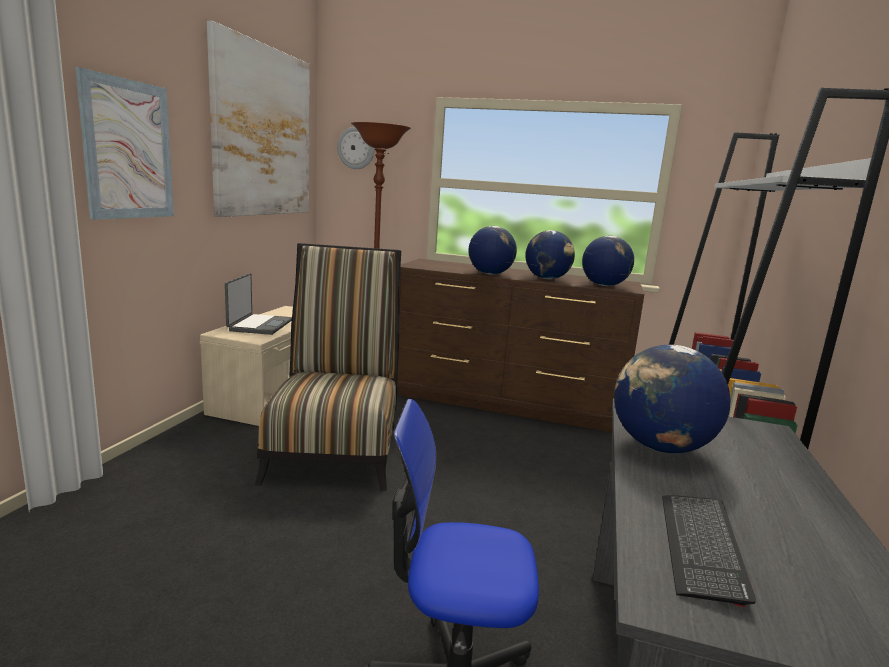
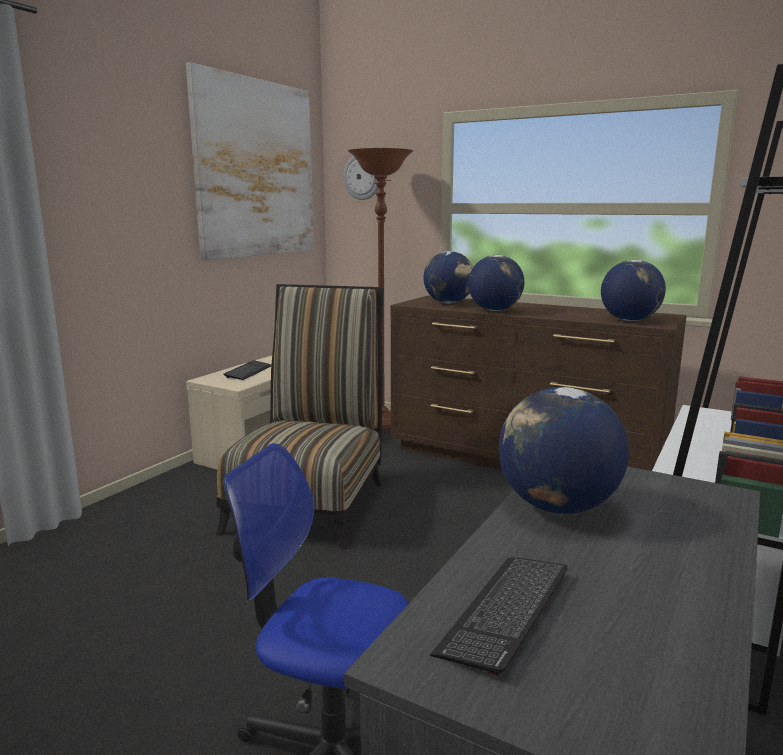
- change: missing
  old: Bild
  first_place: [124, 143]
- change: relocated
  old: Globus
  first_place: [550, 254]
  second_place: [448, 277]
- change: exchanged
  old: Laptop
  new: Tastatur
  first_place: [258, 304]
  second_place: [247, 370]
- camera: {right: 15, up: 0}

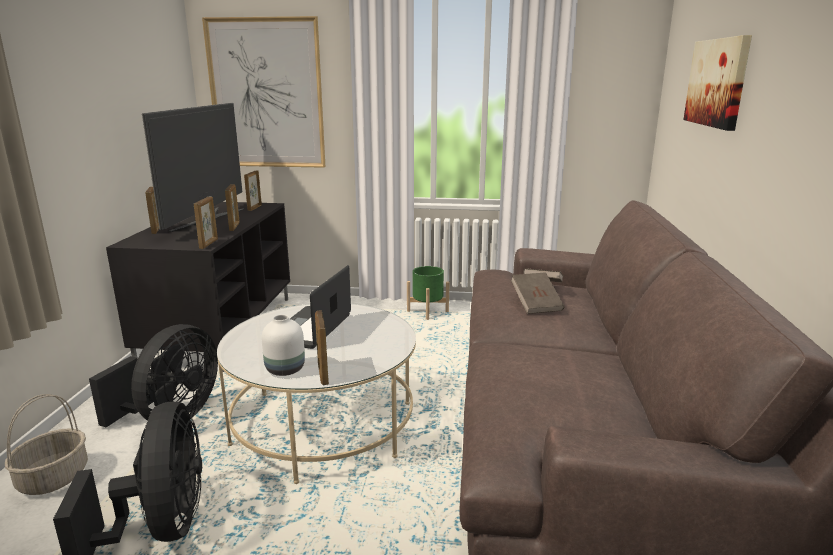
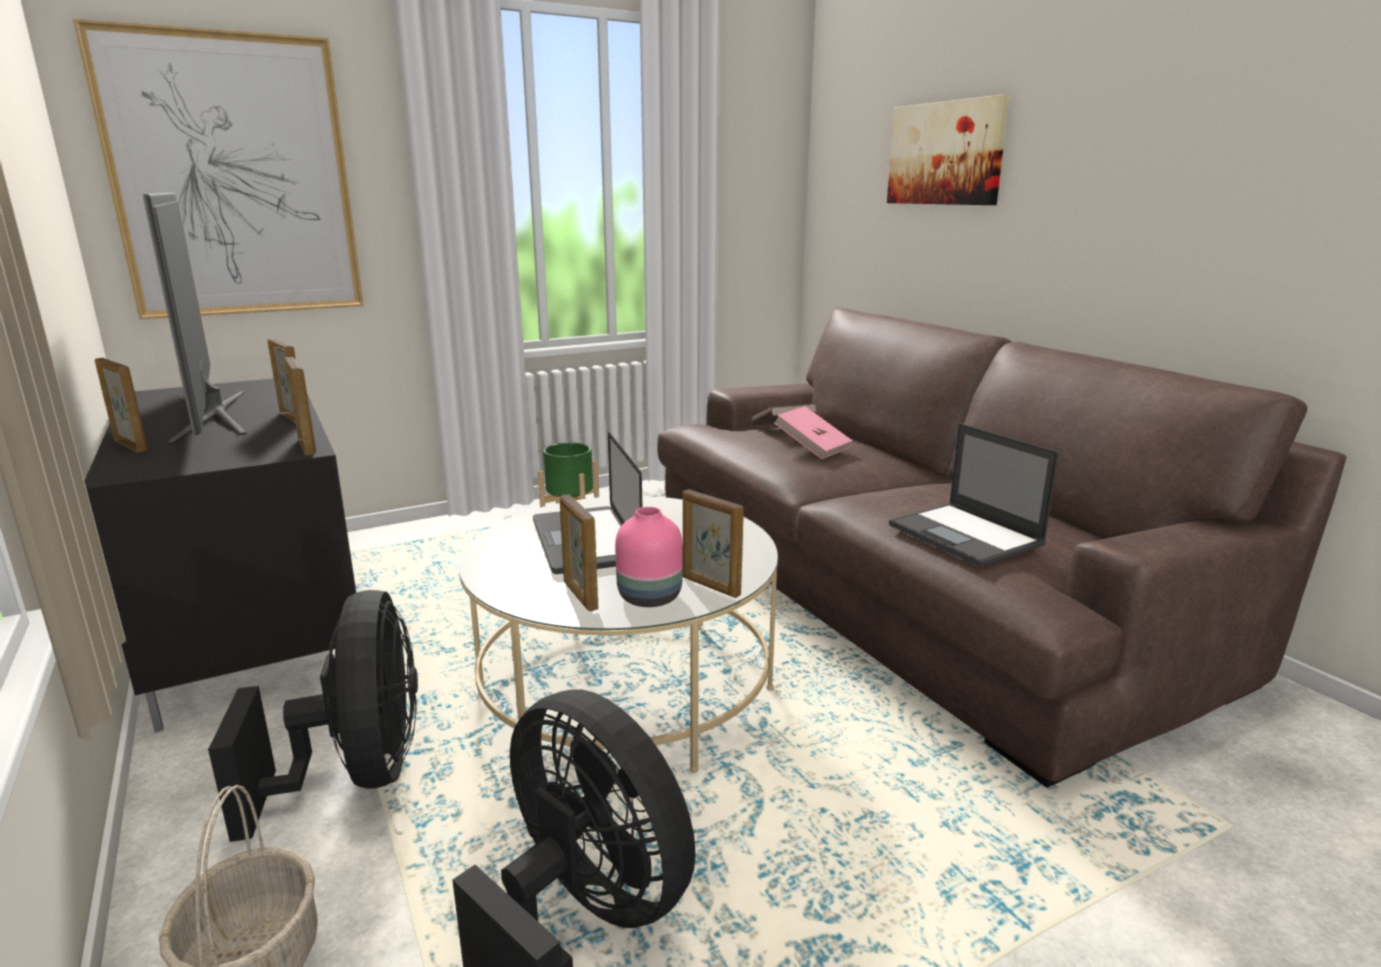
- change: appeared
  new: Laptop
  second_place: [974, 495]
- change: relocated
  old: Bilderrahmen
  first_place: [253, 190]
  second_place: [579, 552]
- change: colour
  old: Vase (weiß)
  new: Vase (rosa)
  first_place: [283, 345]
  second_place: [649, 557]
- change: colour
  old: Buch (braun)
  new: Buch (rosa)
  first_place: [537, 293]
  second_place: [813, 432]
- camera: {right: -35, up: 0}

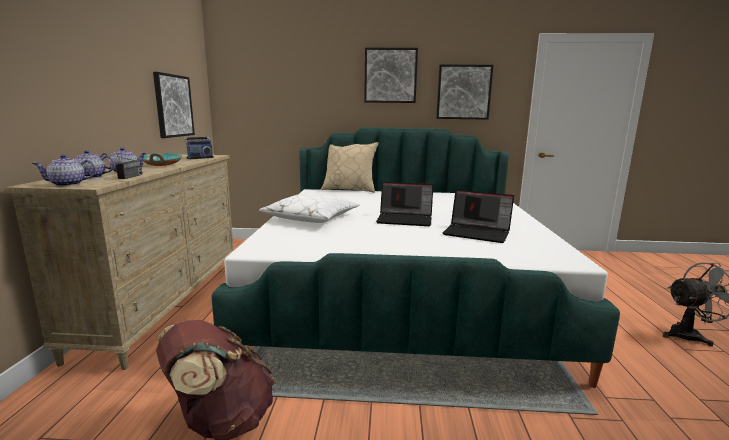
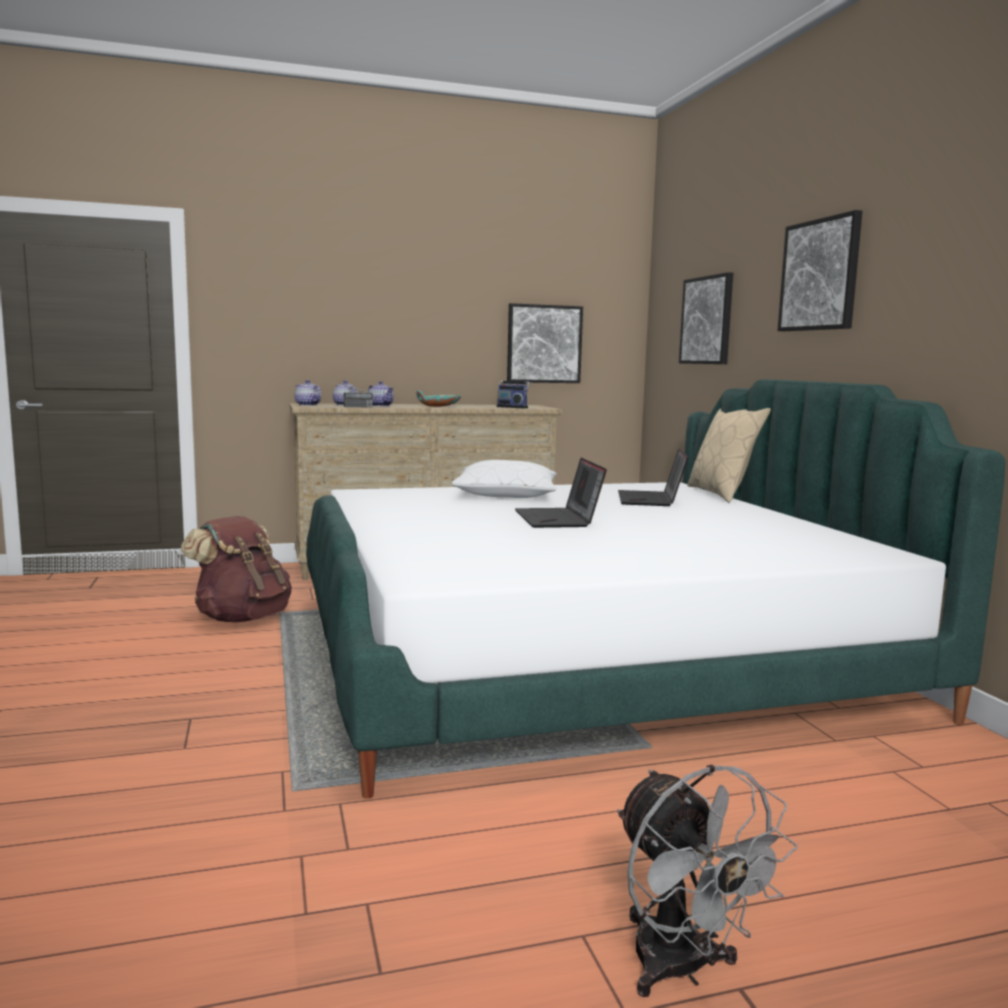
- change: relocated
  old: Bild
  first_place: [464, 92]
  second_place: [706, 318]
- change: relocated
  old: Laptop
  first_place: [478, 216]
  second_place: [653, 477]
- camera: {right: 70, up: -5}

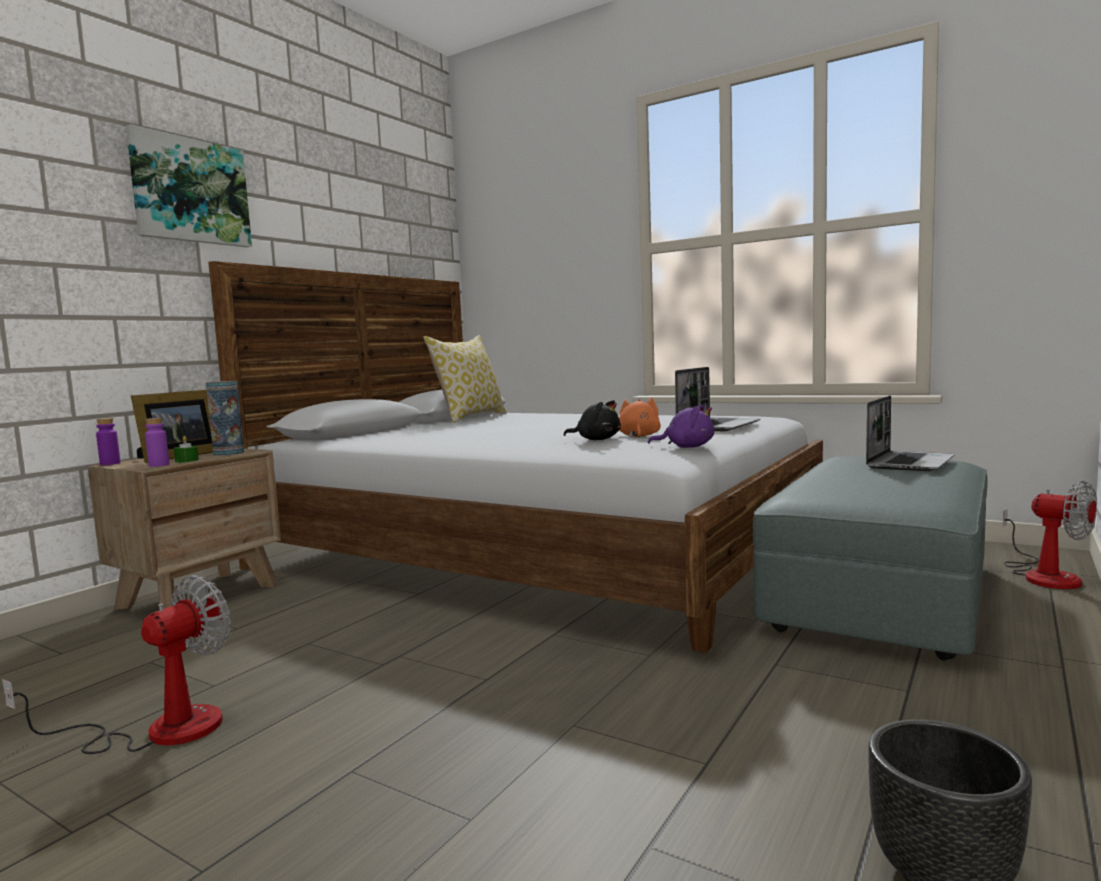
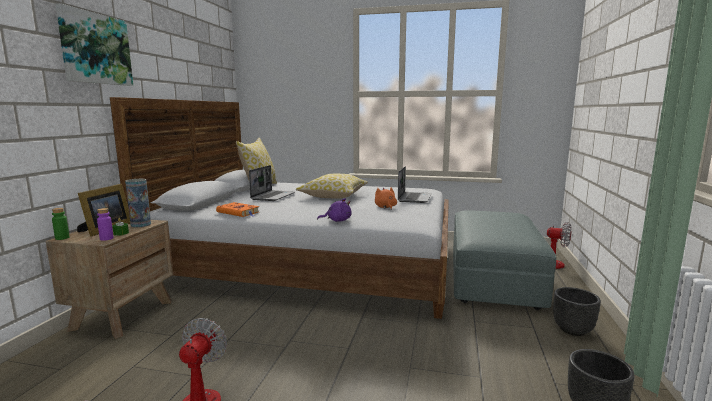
- change: missing
  old: Plüschtier (schwarz)
  first_place: [592, 420]
- change: appeared
  new: Buch (orange)
  second_place: [237, 209]
- change: appeared
  new: Kissen
  second_place: [332, 186]
- change: appeared
  new: Pflanzkübel (schwarz)
  second_place: [577, 311]
- change: relocated
  old: Plüschtier (lila)
  first_place: [681, 426]
  second_place: [334, 210]
- change: relocated
  old: Laptop
  first_place: [910, 433]
  second_place: [272, 183]
- change: colour
  old: Flasche (lila)
  new: Flasche (grün)
  first_place: [108, 441]
  second_place: [60, 224]
- camera: {right: -20, up: 5}

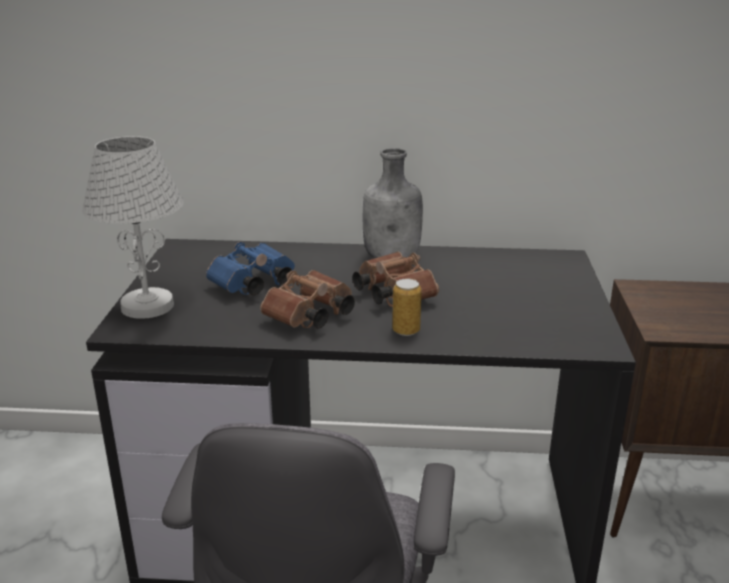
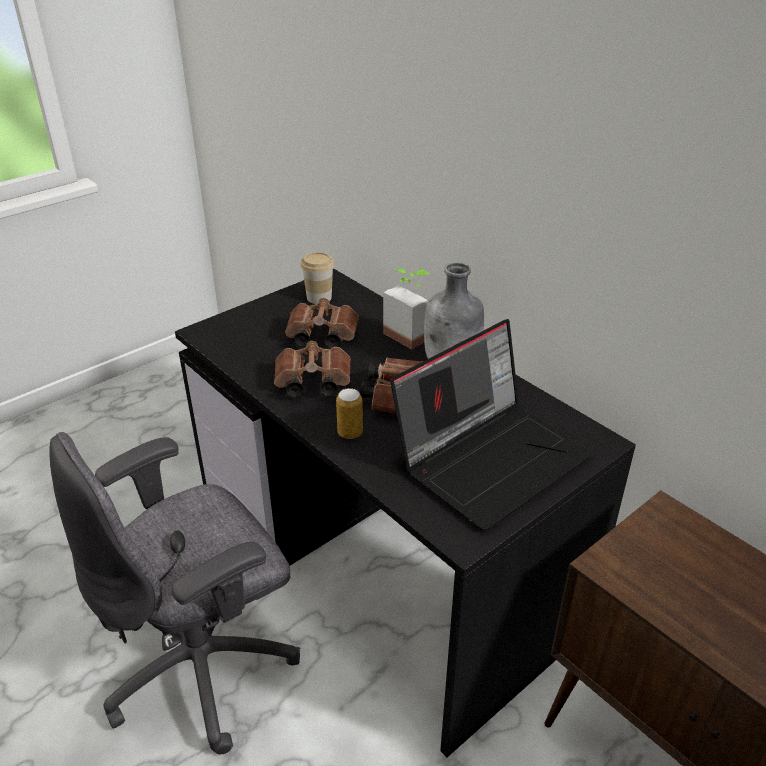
- change: missing
  old: Tischlampe (weiß)
  first_place: [133, 227]
- change: appeared
  new: Tasse
  second_place: [317, 278]
- change: appeared
  new: Topfpflanze
  second_place: [406, 309]
- change: appeared
  new: Laptop
  second_place: [492, 425]
- change: colour
  old: Fernglas (blau)
  new: Fernglas (braun)
  first_place: [250, 268]
  second_place: [322, 323]
- camera: {right: 45, up: 10}

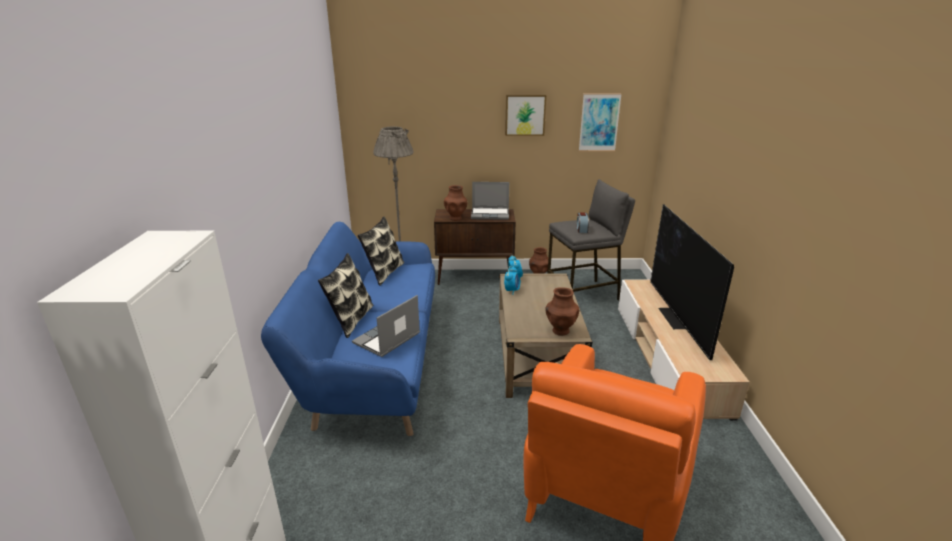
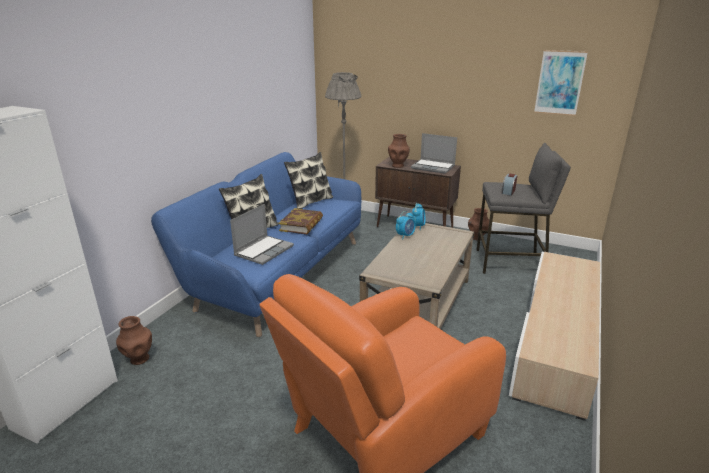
- change: missing
  old: Bild
  first_place: [525, 115]
- change: missing
  old: Fernseher
  first_place: [692, 282]
- change: appeared
  new: Buch
  second_place: [301, 221]
- change: relocated
  old: Vase (braun)
  first_place: [562, 311]
  second_place: [134, 340]
- change: spun
  old: Laptop
  first_place: [386, 326]
  second_place: [262, 234]
  degrees: 150
- camera: {right: 25, up: 0}

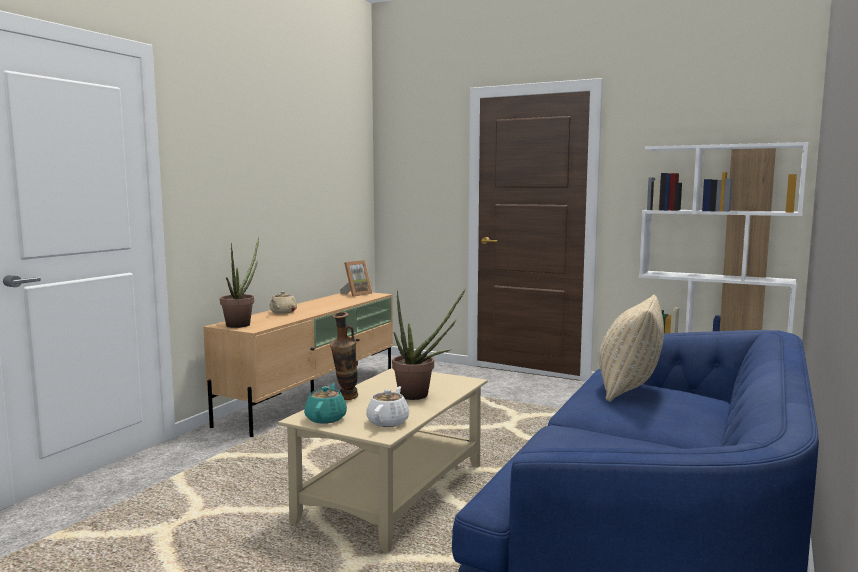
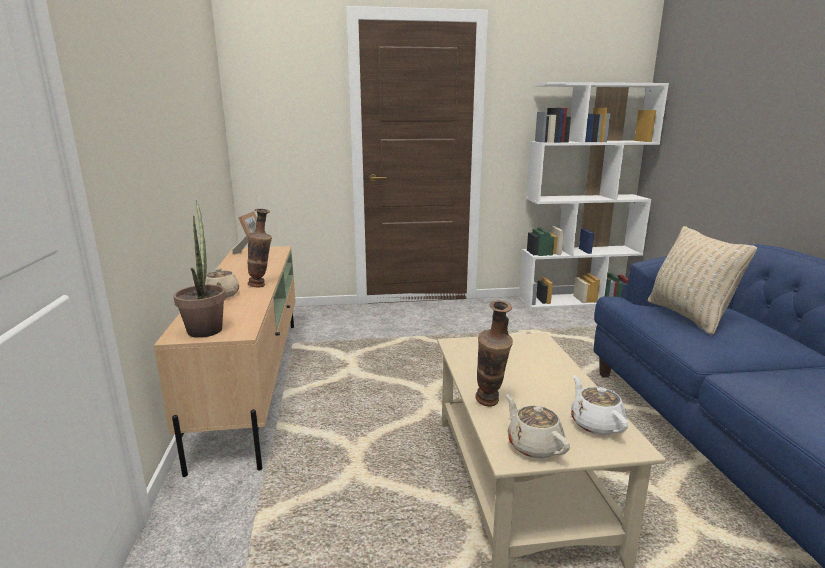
- change: missing
  old: Topfpflanze
  first_place: [429, 344]
- change: appeared
  new: Vase
  second_place: [260, 248]
- change: colour
  old: Teekanne (türkis)
  new: Teekanne (beige)
  first_place: [325, 403]
  second_place: [538, 426]
- camera: {right: -35, up: 10}

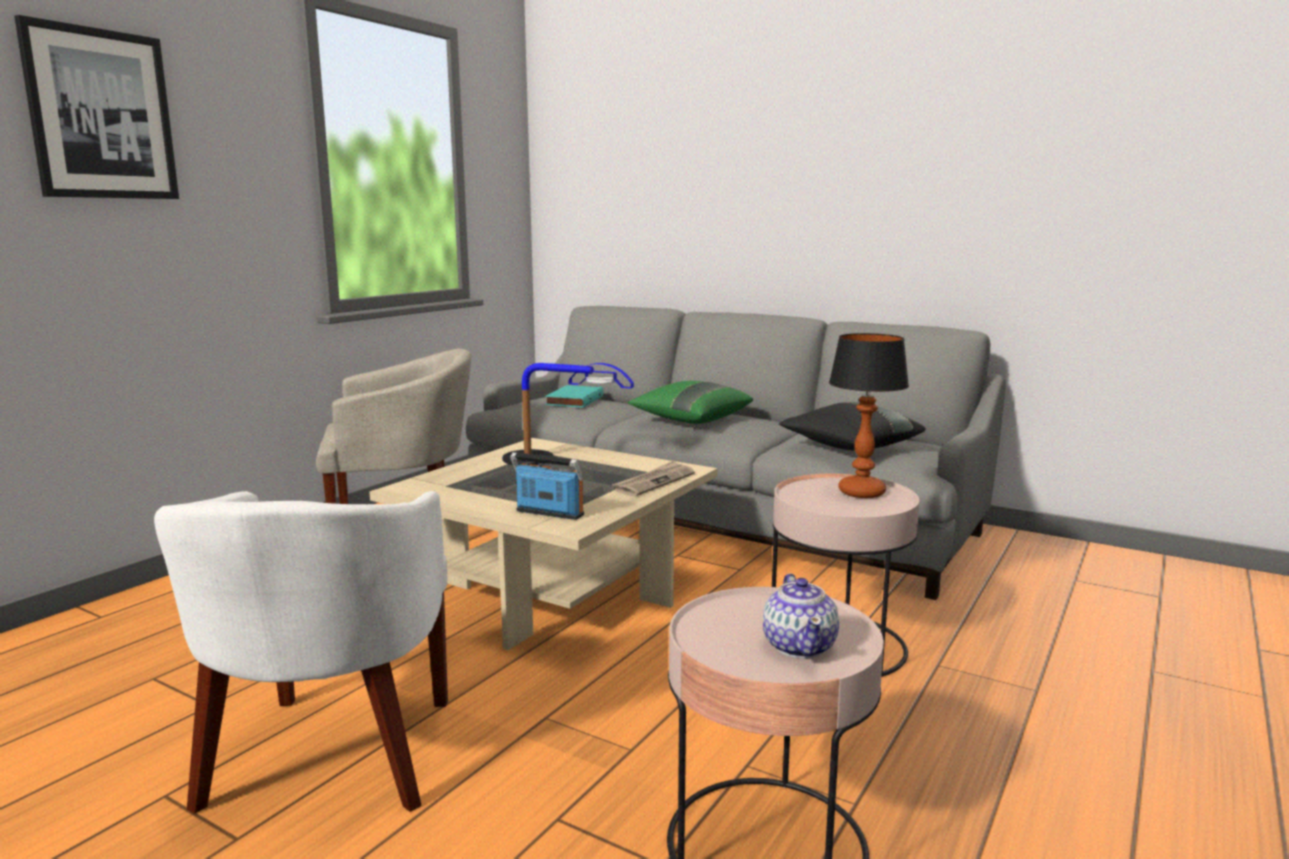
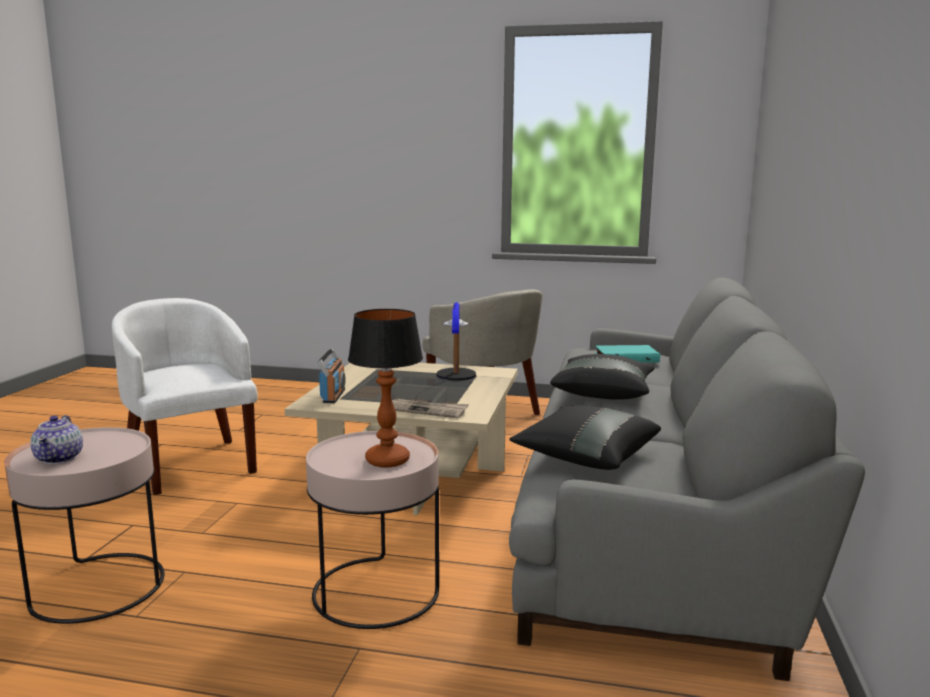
- change: missing
  old: Bild
  first_place: [96, 107]
- change: colour
  old: Kissen (grün)
  new: Kissen (schwarz)
  first_place: [690, 402]
  second_place: [602, 377]
- change: spun
  old: Sessel (weiß)
  first_place: [301, 652]
  second_place: [185, 396]
  degrees: 75
- change: spun
  old: Teekanne
  first_place: [801, 615]
  second_place: [56, 439]
  degrees: -75
- camera: {right: 70, up: 0}

